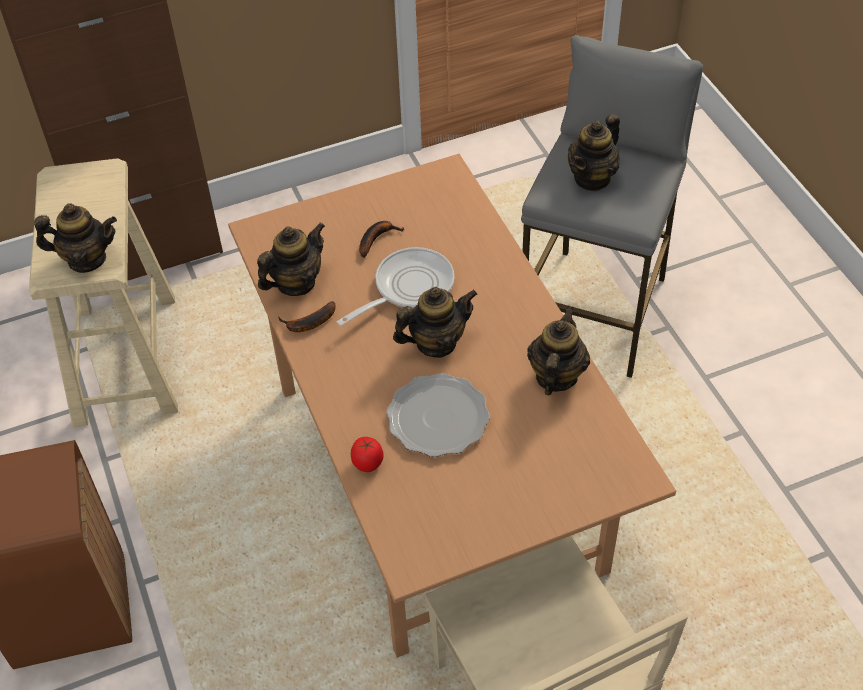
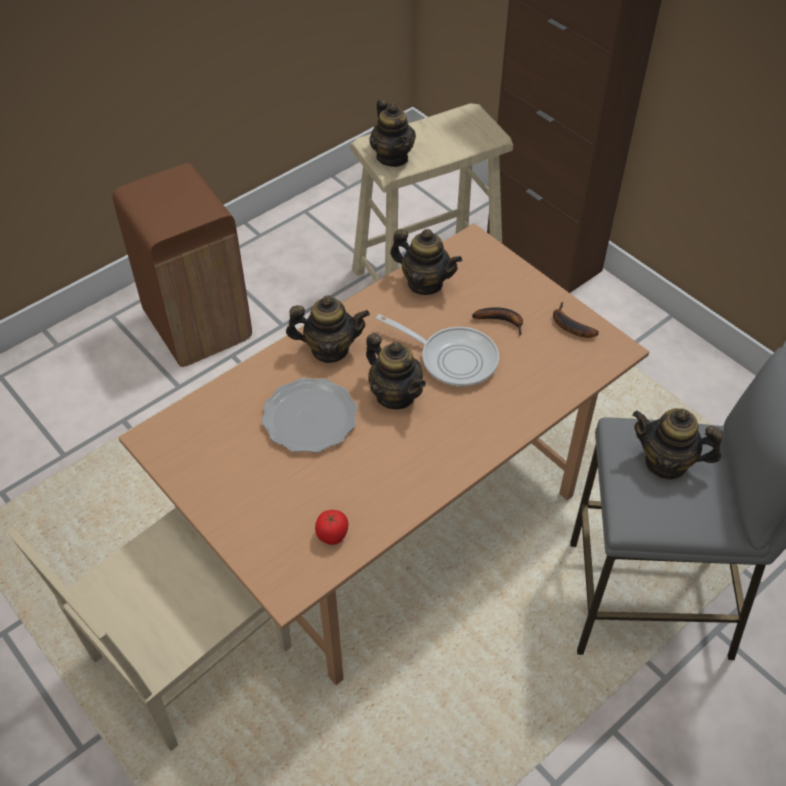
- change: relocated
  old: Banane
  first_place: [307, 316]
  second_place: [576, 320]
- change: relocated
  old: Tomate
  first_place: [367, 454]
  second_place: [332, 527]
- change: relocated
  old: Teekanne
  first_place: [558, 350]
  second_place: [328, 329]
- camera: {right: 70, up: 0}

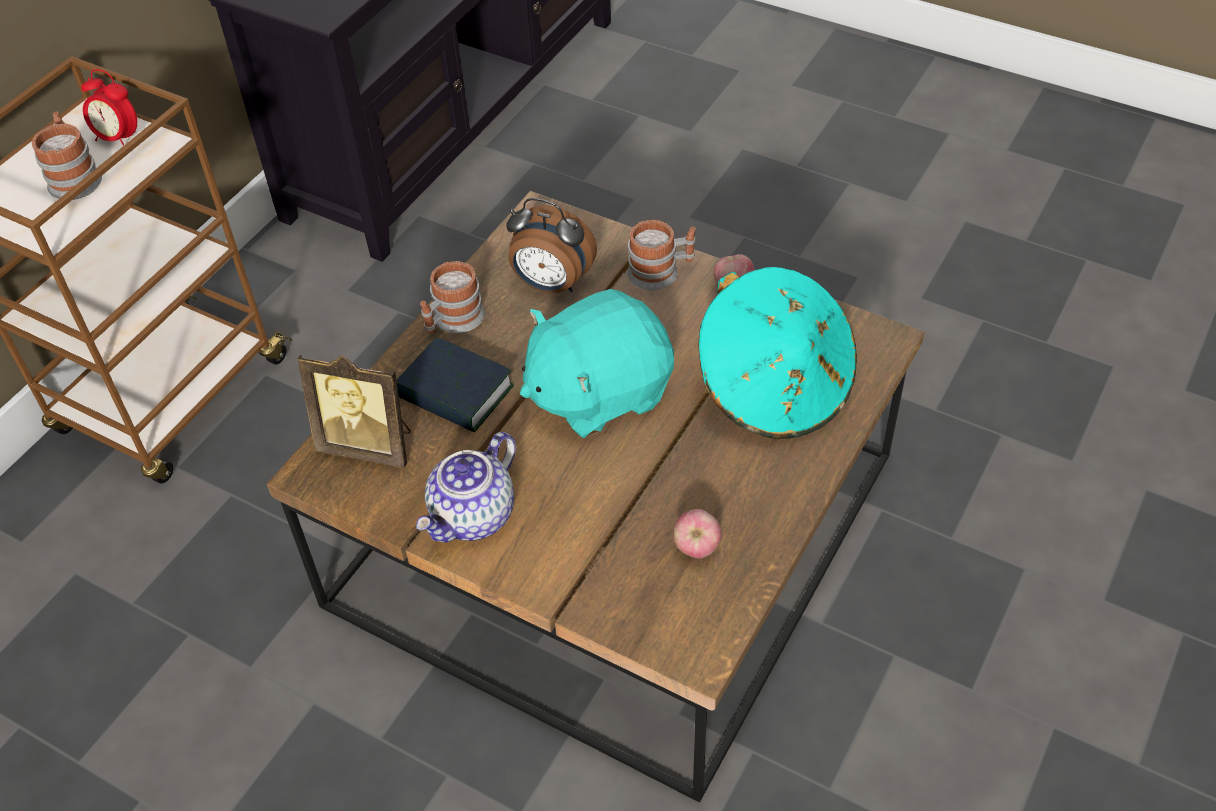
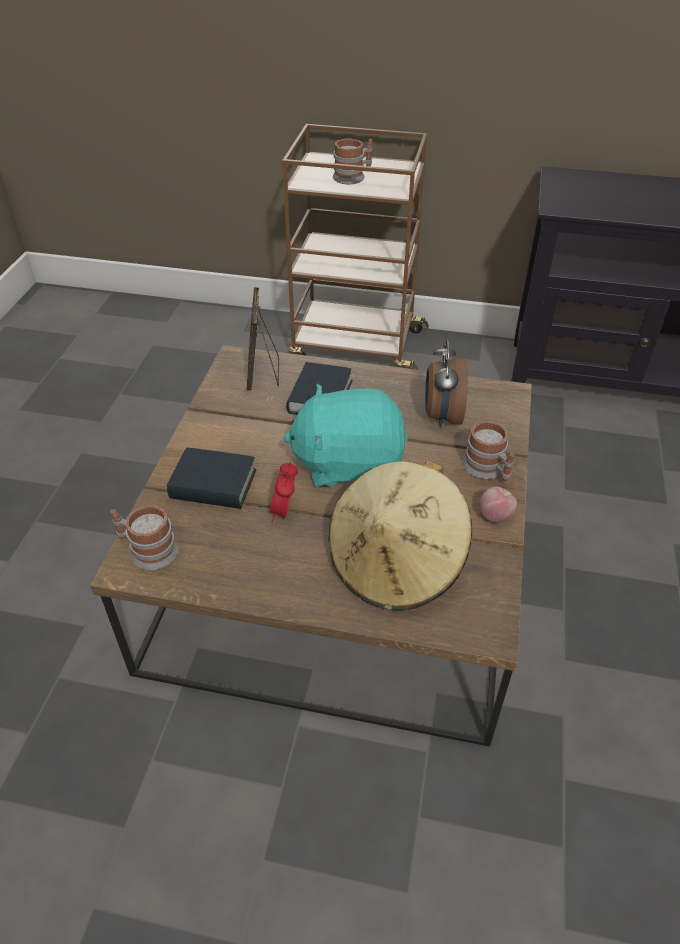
- change: missing
  old: Teekanne
  first_place: [466, 487]
- change: missing
  old: Apfel
  first_place: [698, 533]
- change: appeared
  new: Buch
  second_place: [211, 478]
- change: relocated
  old: Wecker
  first_place: [109, 107]
  second_place: [284, 492]
- change: relocated
  old: Henkelbecher
  first_place: [452, 297]
  second_place: [144, 537]
- change: colour
  old: Hut (türkis)
  new: Hut (beige)
  first_place: [778, 353]
  second_place: [400, 536]
- change: spun
  old: Plüschtier (türkis)
  first_place: [597, 363]
  second_place: [345, 435]
  degrees: -45
- camera: {right: 70, up: -5}

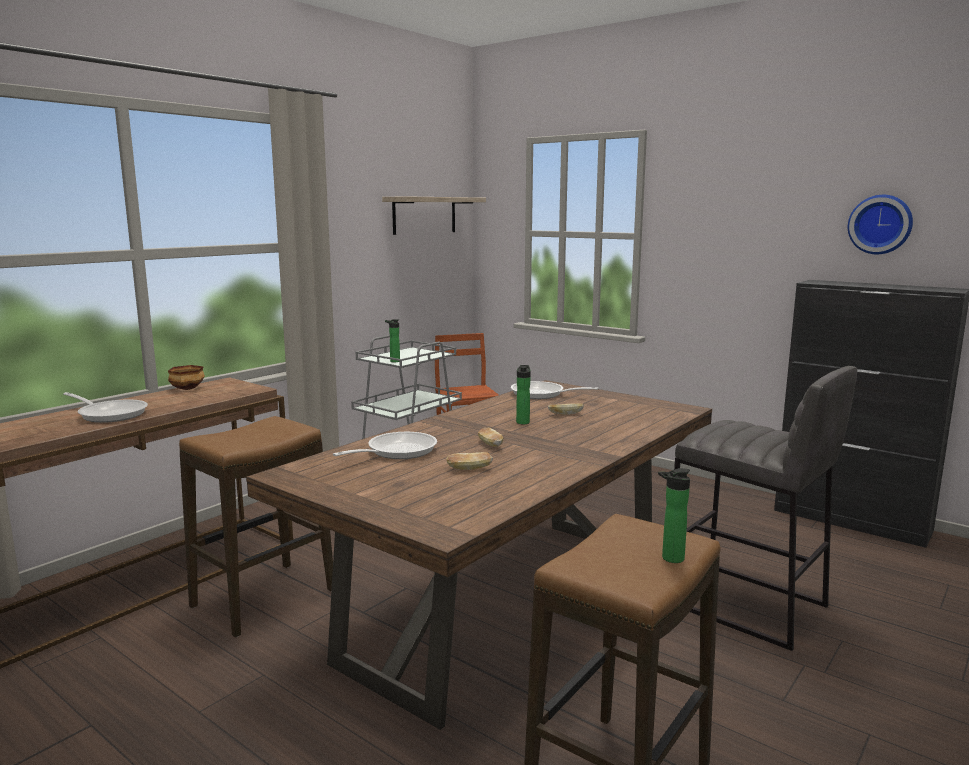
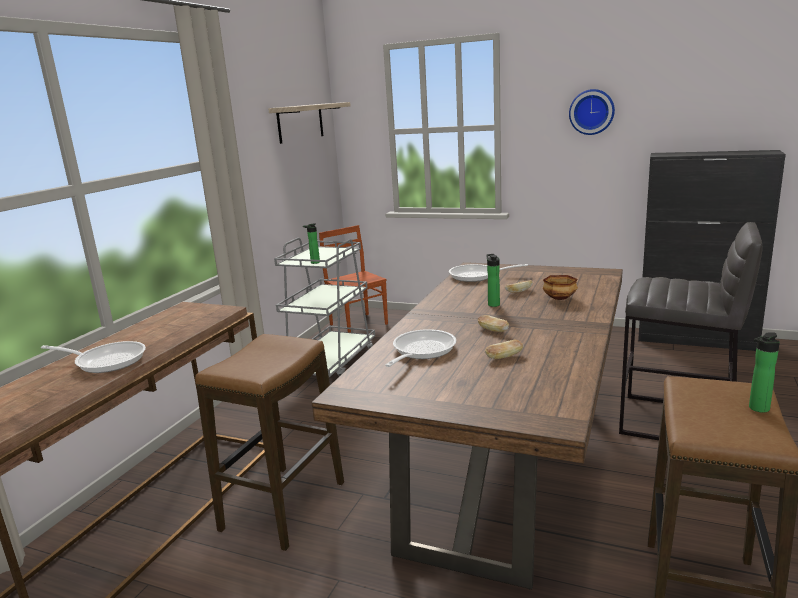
- change: relocated
  old: Schüssel
  first_place: [186, 377]
  second_place: [560, 287]
- change: relocated
  old: Wanduhr
  first_place: [880, 224]
  second_place: [592, 112]
- camera: {right: -15, up: 5}

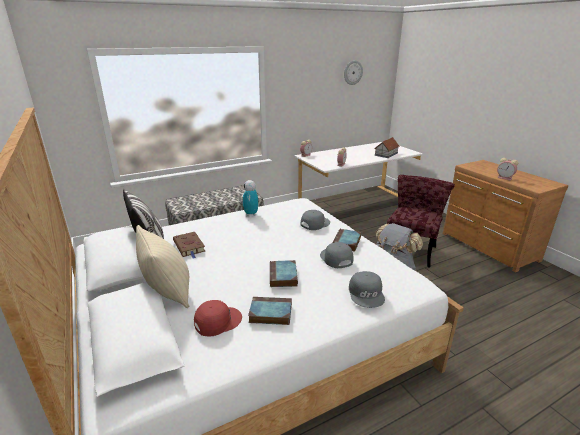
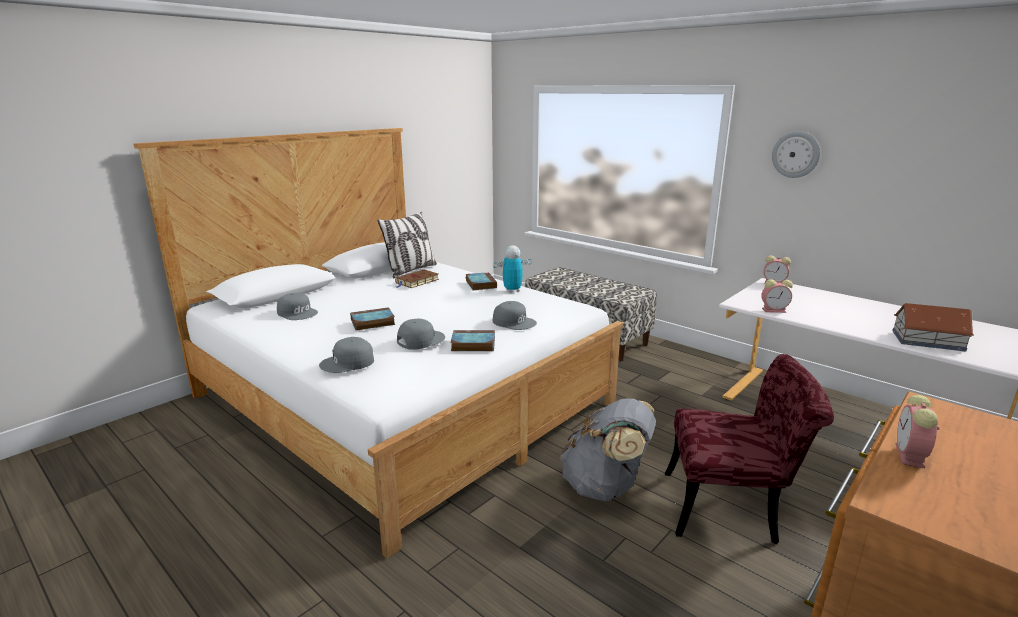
- change: missing
  old: Kissen (beige)
  first_place: [162, 266]
- change: relocated
  old: Buch
  first_place: [270, 311]
  second_place: [481, 281]
- change: relocated
  old: Wanduhr
  first_place: [353, 72]
  second_place: [796, 154]
- change: colour
  old: Kappe (rot)
  new: Kappe (grau)
  first_place: [218, 318]
  second_place: [297, 306]
- camera: {right: 70, up: -5}

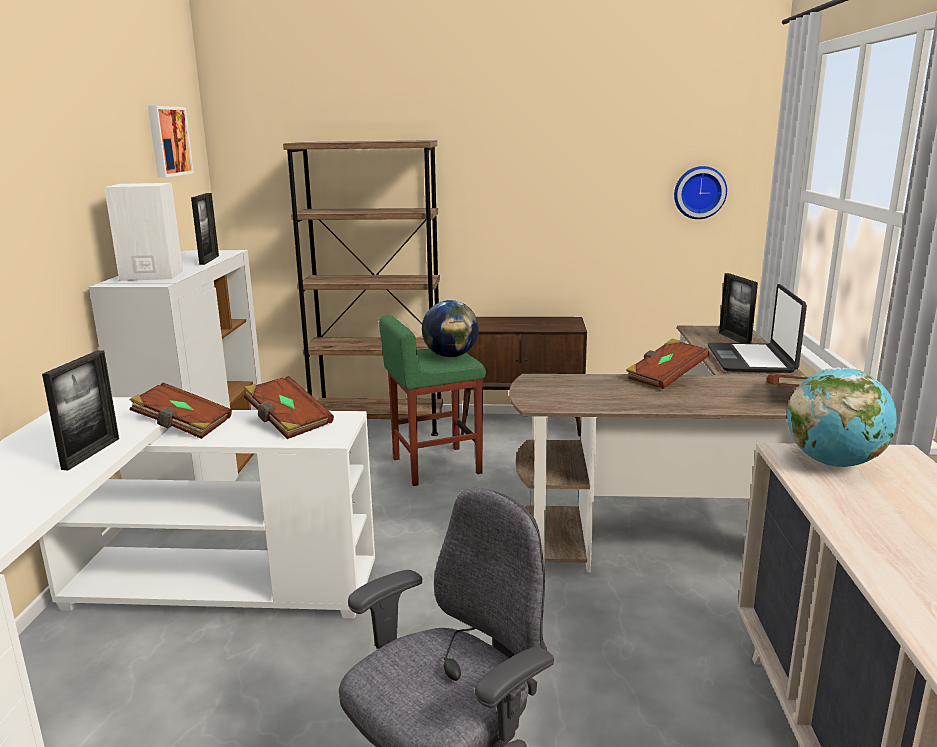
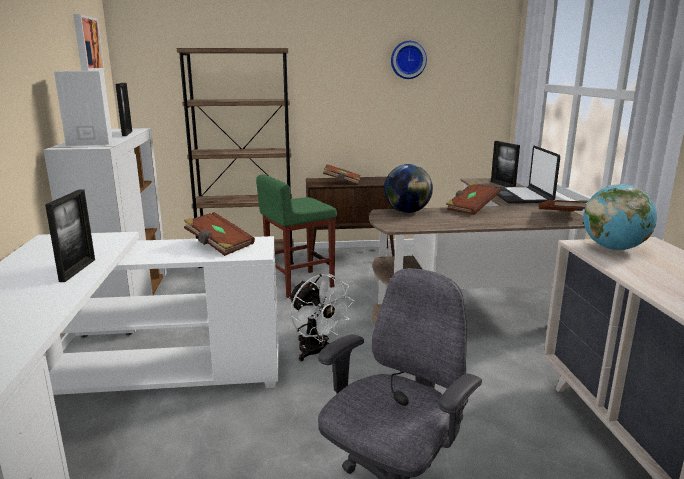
- change: appeared
  new: Ventilator (weiß)
  second_place: [322, 317]
- change: relocated
  old: Buch (braun)
  first_place: [181, 411]
  second_place: [341, 174]
- change: relocated
  old: Globus
  first_place: [450, 328]
  second_place: [408, 188]
- change: relocated
  old: Wanduhr
  first_place: [700, 192]
  second_place: [409, 60]
- camera: {right: -10, up: 0}

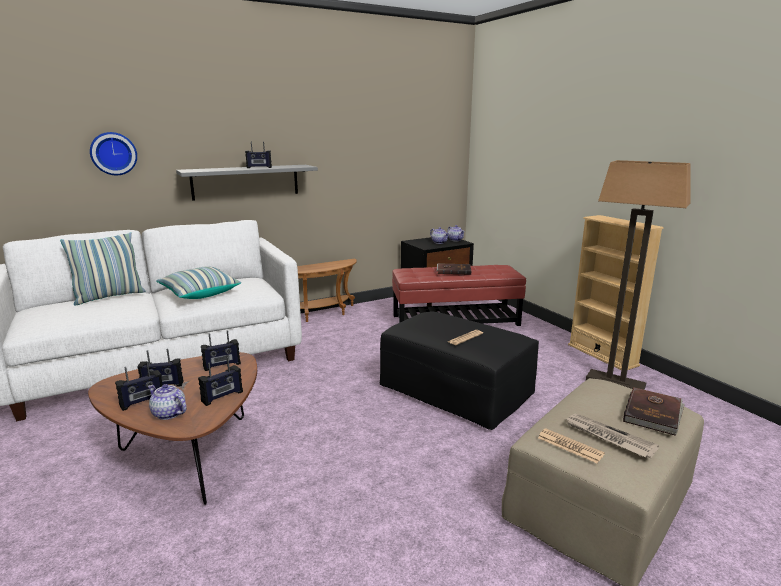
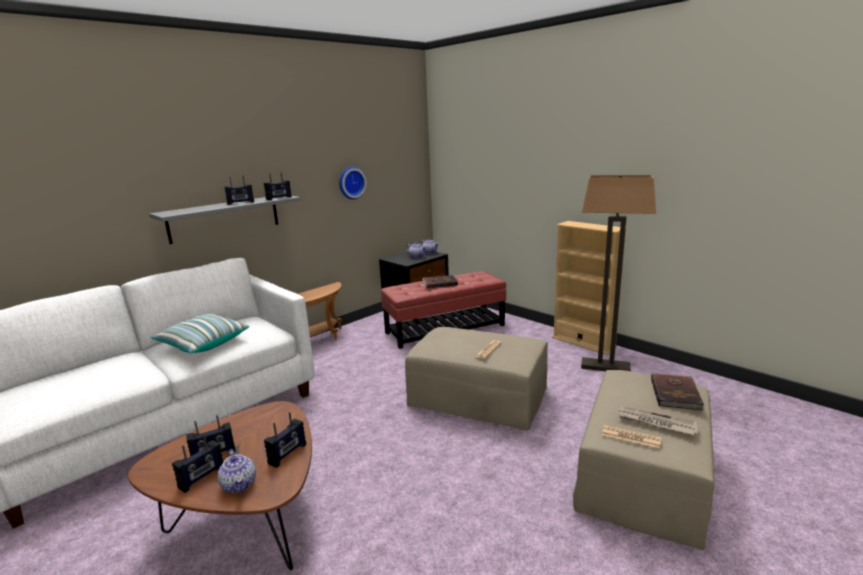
- change: missing
  old: Kissen
  first_place: [102, 269]
- change: relocated
  old: Wanduhr
  first_place: [113, 153]
  second_place: [353, 183]
- change: relocated
  old: Radio
  first_place: [221, 350]
  second_place: [278, 186]
- change: colour
  old: Polsterhocker (schwarz)
  new: Polsterhocker (beige)
  first_place: [459, 370]
  second_place: [476, 379]
- change: spun
  old: Teekanne
  first_place: [167, 402]
  second_place: [237, 471]
  degrees: -135
- camera: {right: -15, up: 0}

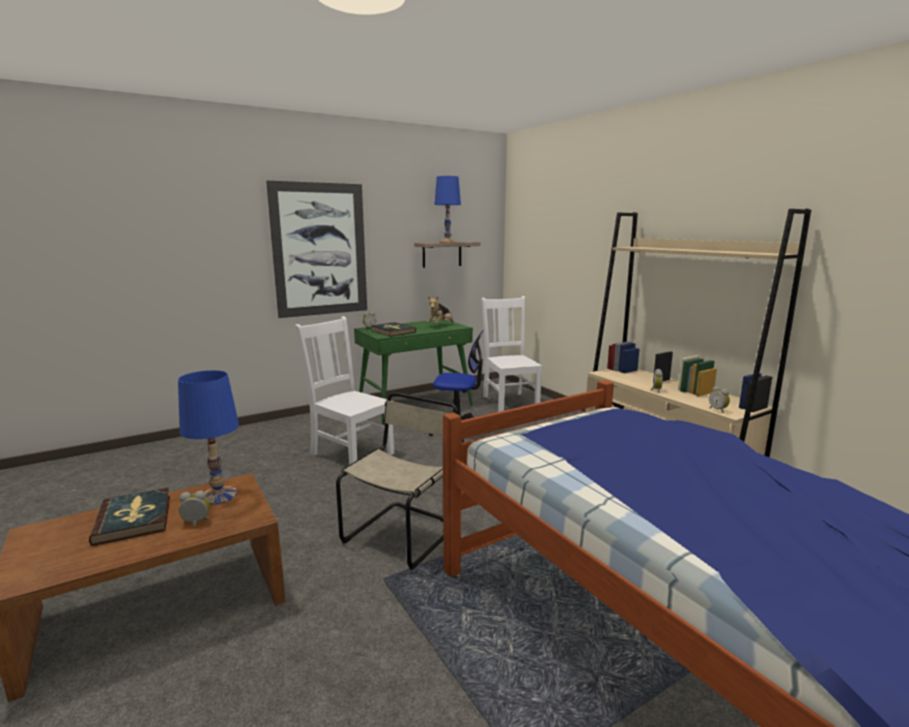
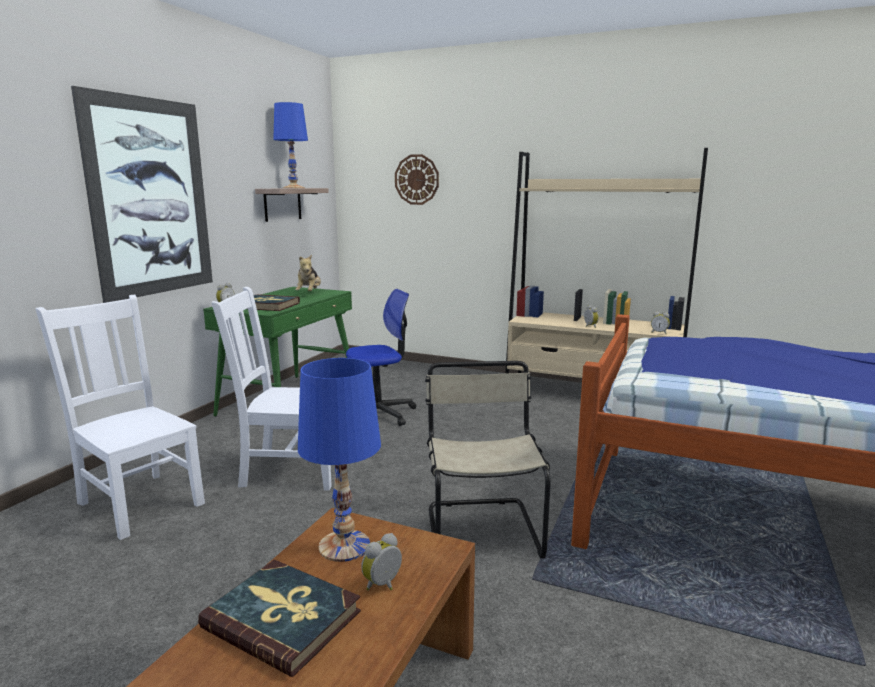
- change: appeared
  new: Wanduhr
  second_place: [417, 179]
- change: relocated
  old: Stuhl (weiß)
  first_place: [511, 354]
  second_place: [120, 417]
- camera: {right: -35, up: 0}

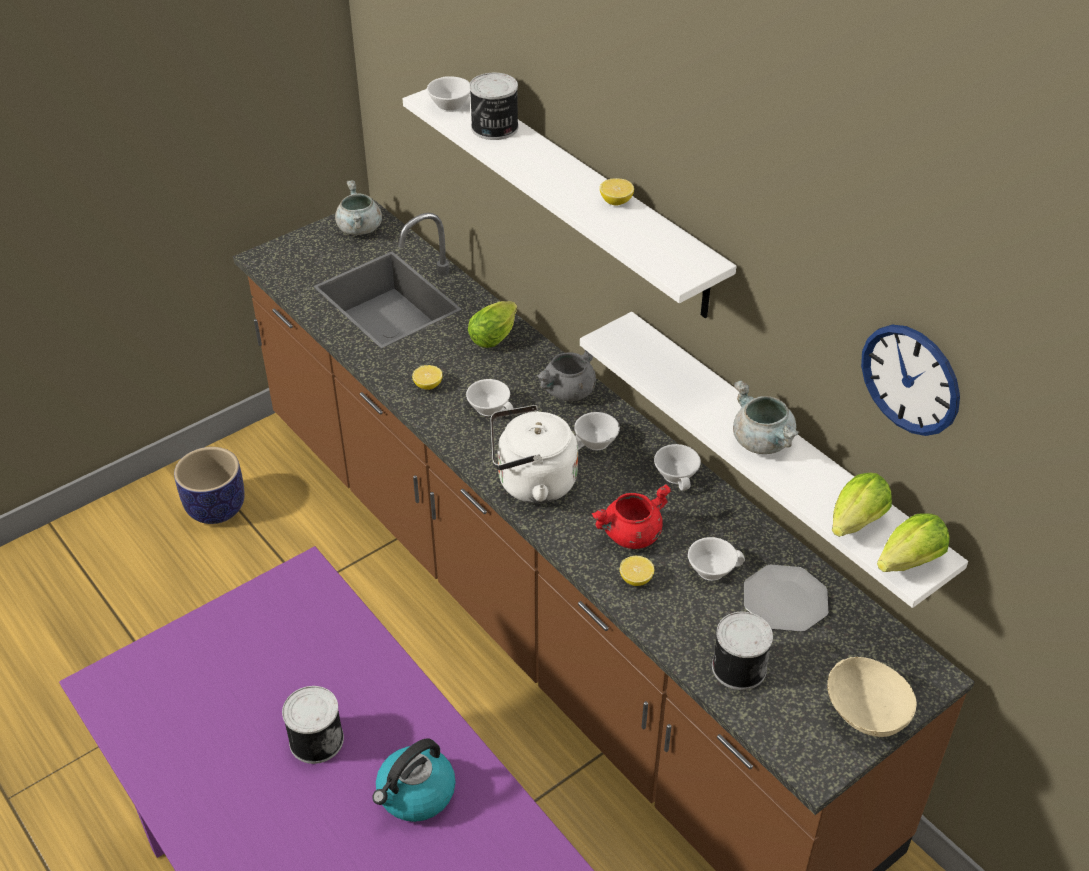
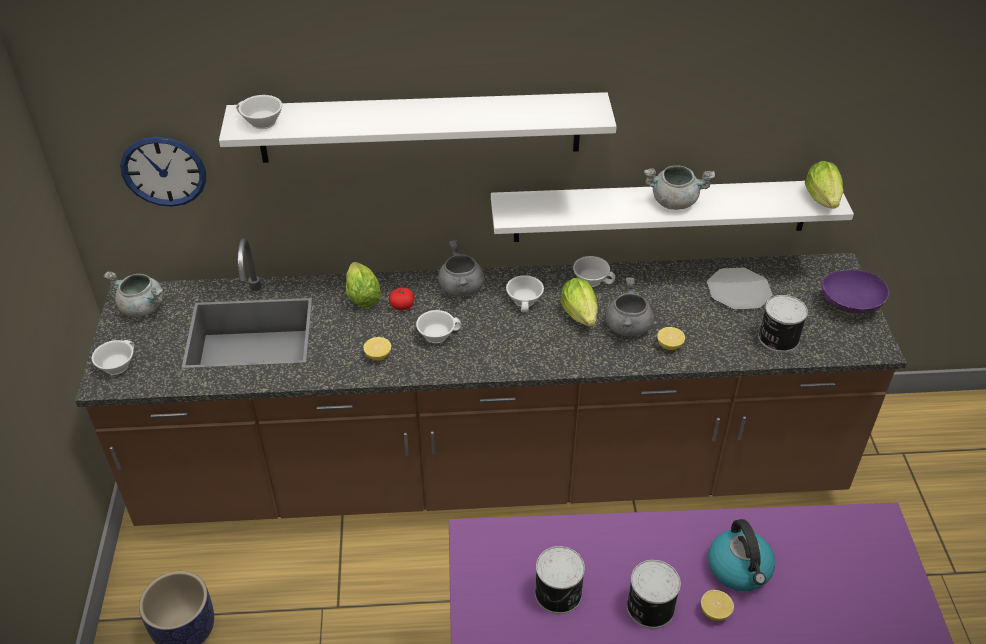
- change: missing
  old: Wasserkessel (weiß)
  first_place: [534, 454]
- change: appeared
  new: Tomate
  second_place: [402, 298]
- change: relocated
  old: Dose
  first_place: [494, 106]
  second_place: [560, 580]
- change: relocated
  old: Zitrone
  first_place: [617, 192]
  second_place: [717, 605]
- change: relocated
  old: Tasse (weiß)
  first_place: [716, 559]
  second_place: [113, 357]
- change: relocated
  old: Salatkopf
  first_place: [862, 505]
  second_place: [579, 302]
- change: relocated
  old: Wanduhr
  first_place: [910, 380]
  second_place: [163, 172]
- change: colour
  old: Kochtopf (rot)
  new: Kochtopf (grau)
  first_place: [631, 516]
  second_place: [630, 306]
- change: colour
  old: Schüssel (beige)
  new: Schüssel (lila)
  first_place: [872, 697]
  second_place: [855, 291]
- camera: {right: -55, up: 0}

